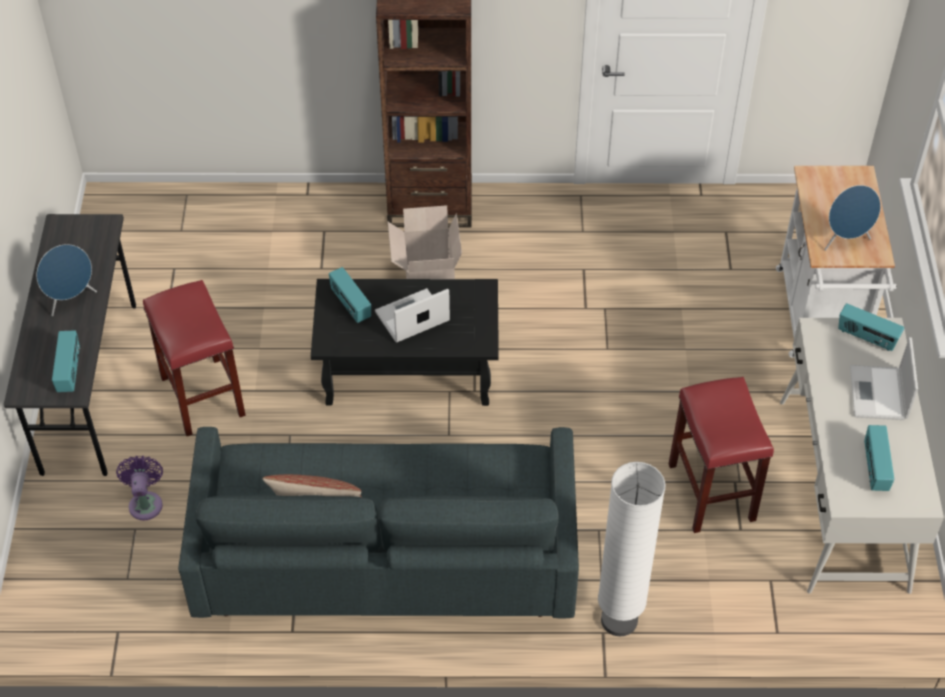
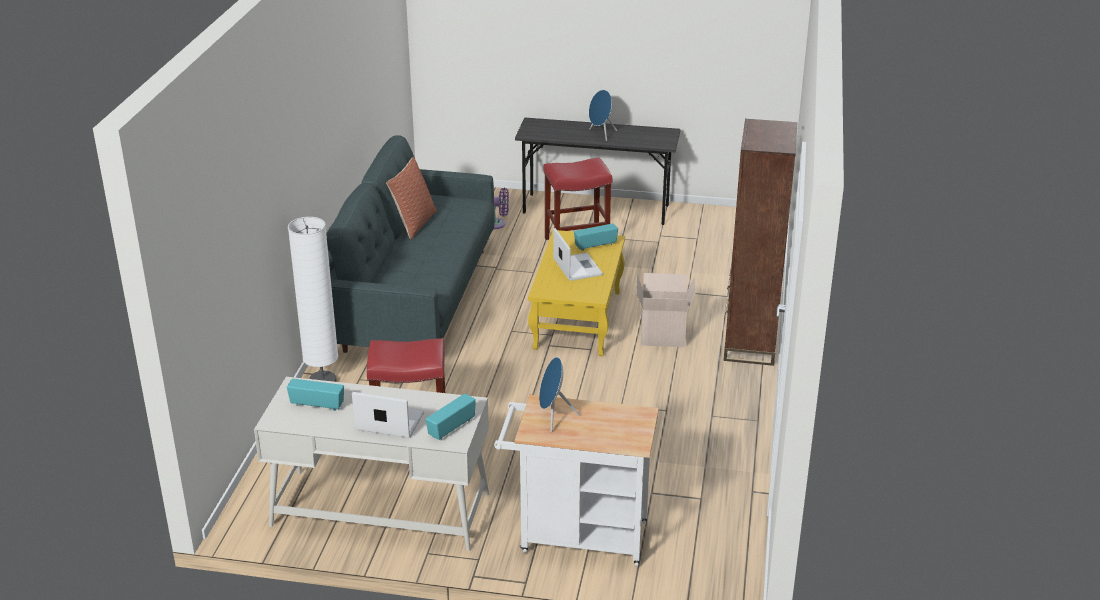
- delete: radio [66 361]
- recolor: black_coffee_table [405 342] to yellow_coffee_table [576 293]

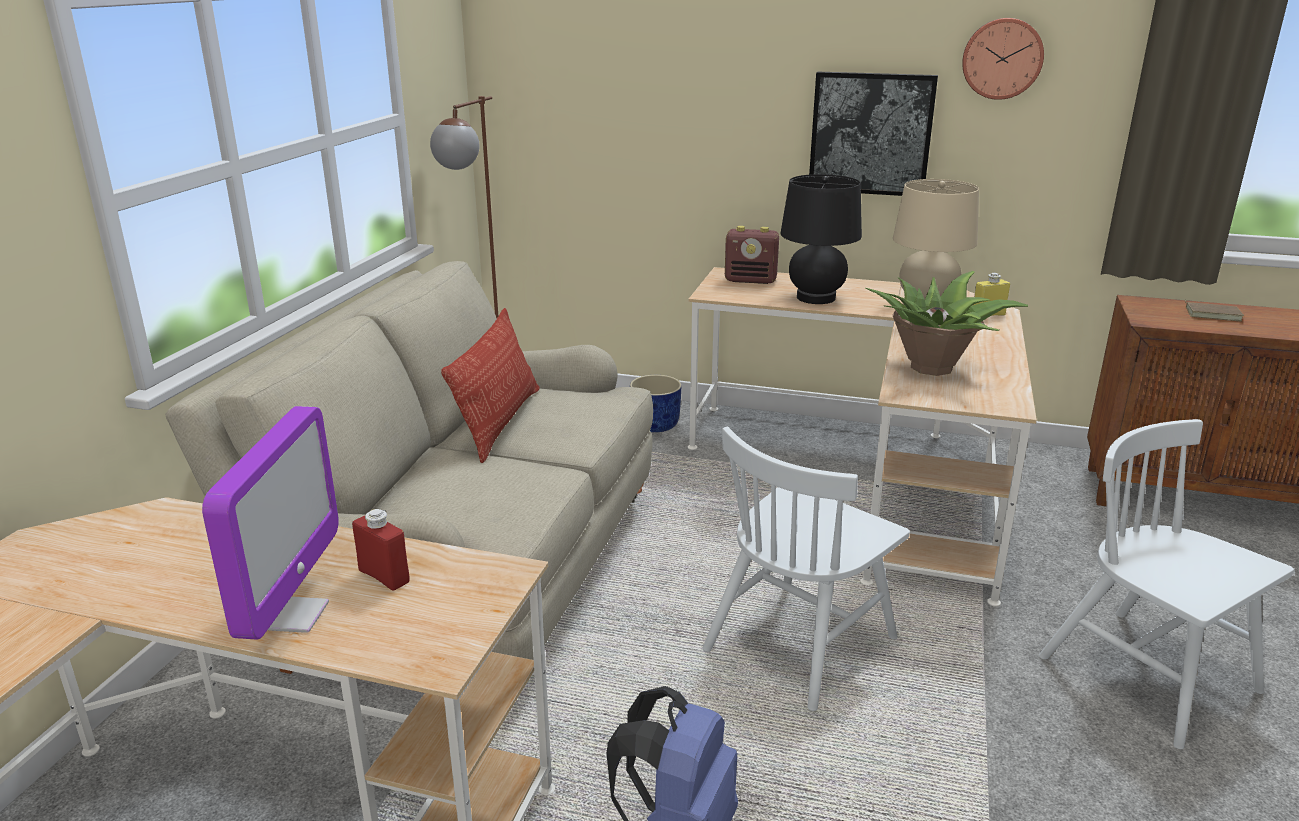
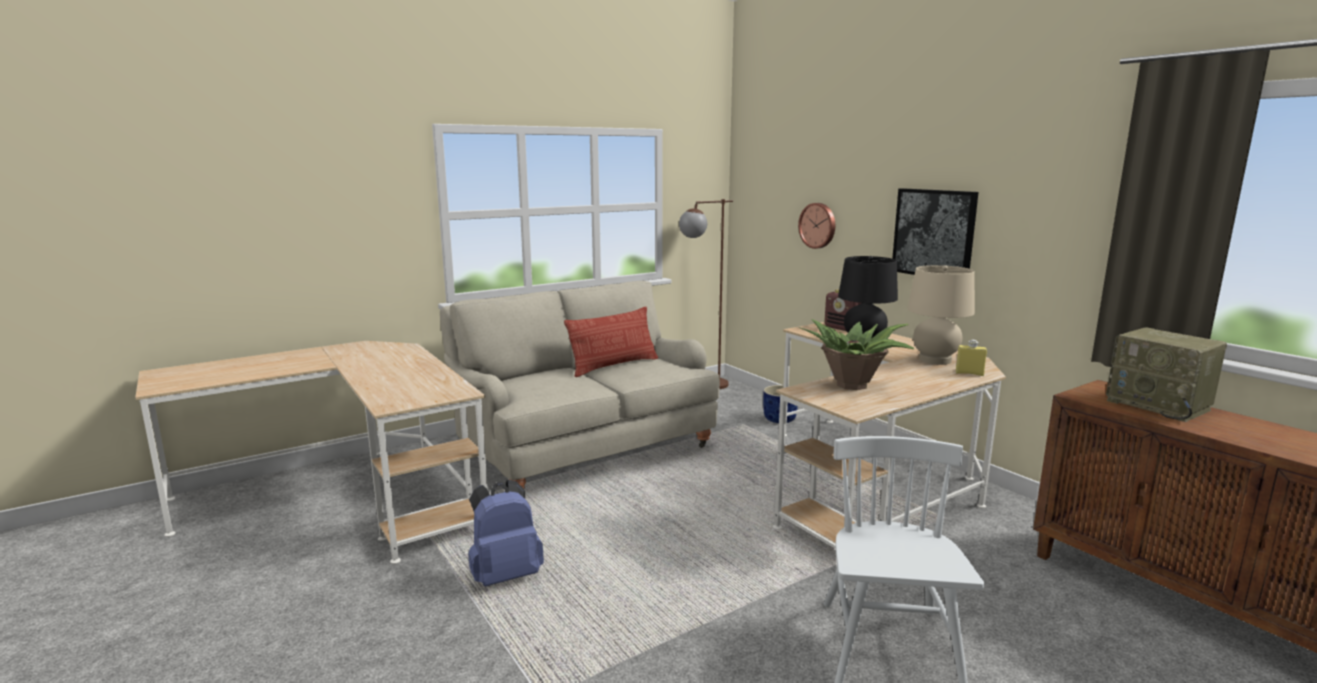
- delete: monitor [270 523]
- delete: red_bottle [381 550]
- delete: white_chair [806 569]
- move: wall_clock [1003 59] to [816 226]
- replace: brown_book [1214 310] to radio [1166 374]

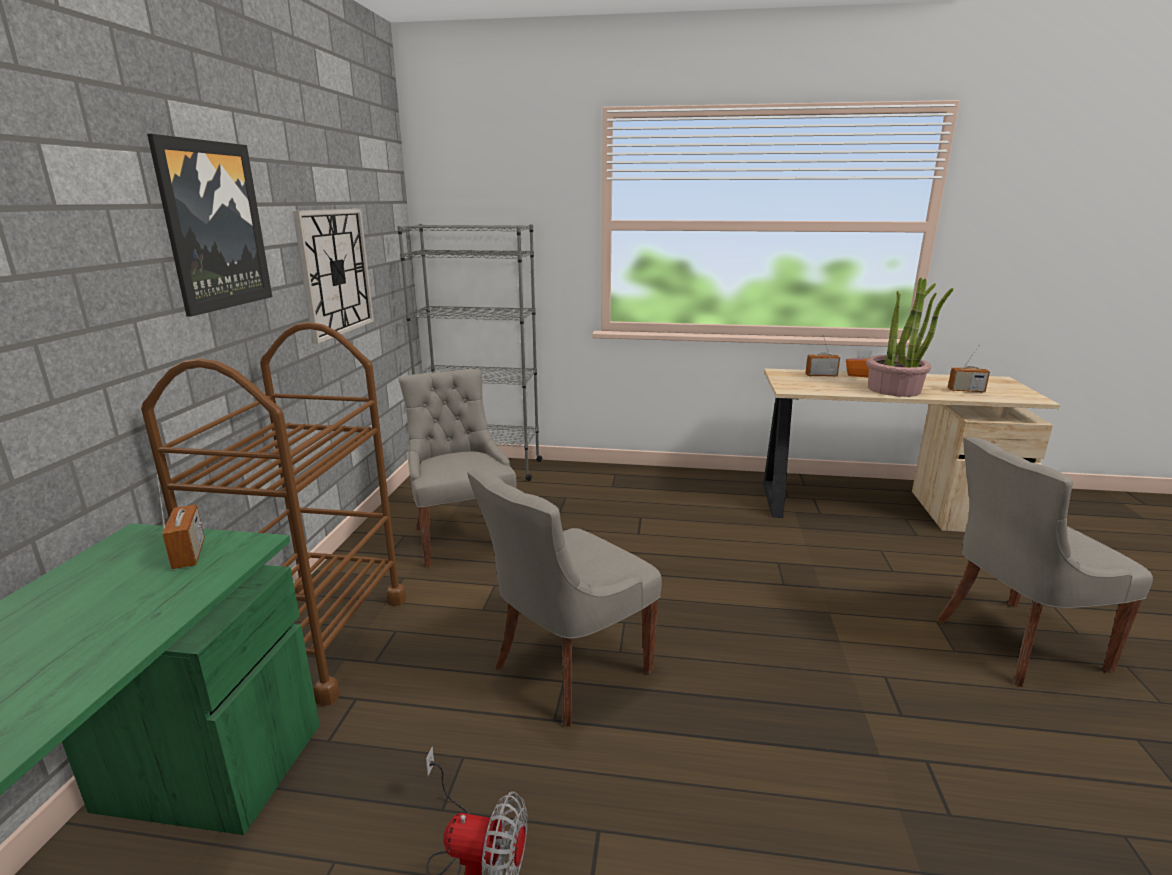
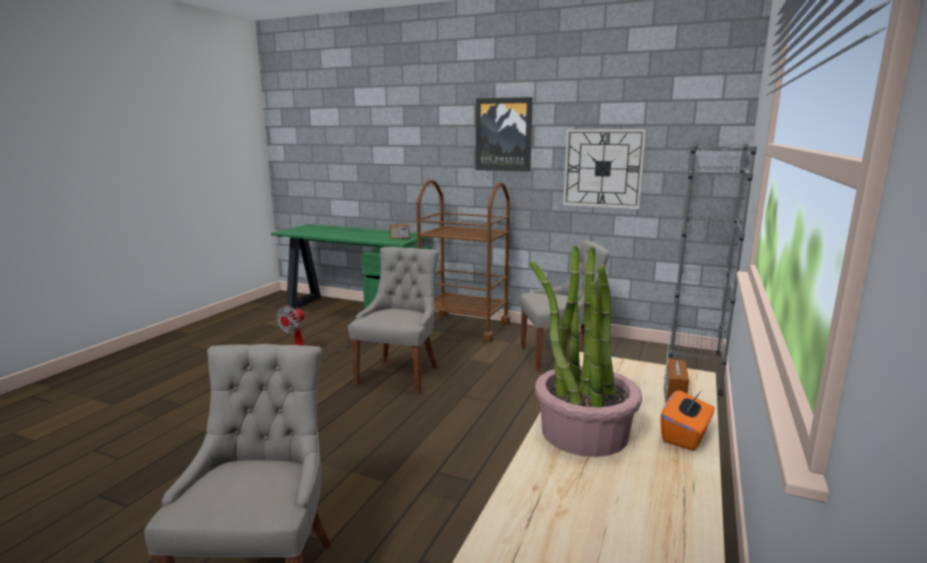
- rotate: grey_chair [564 598] = [394 320] 45 degrees clockwise
- delete: radio [969 368]

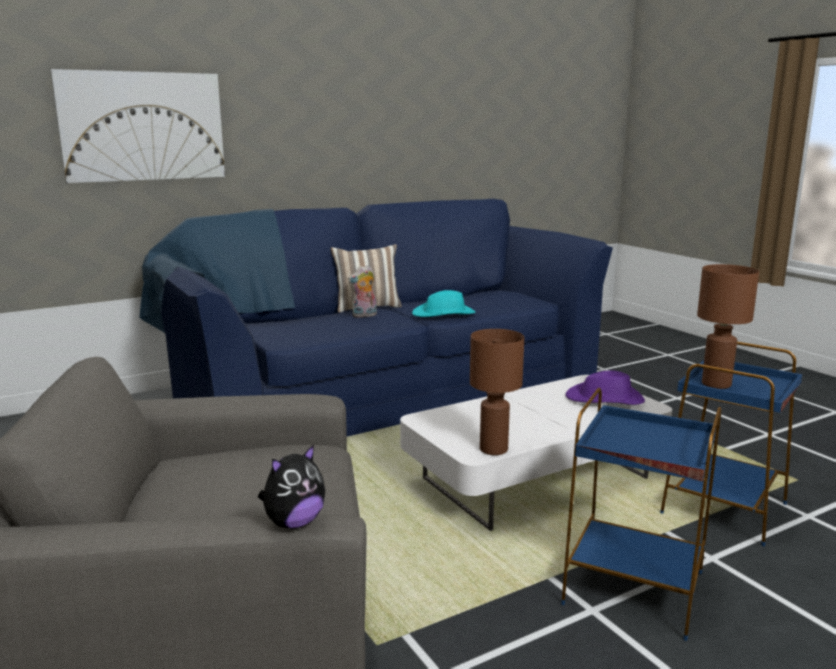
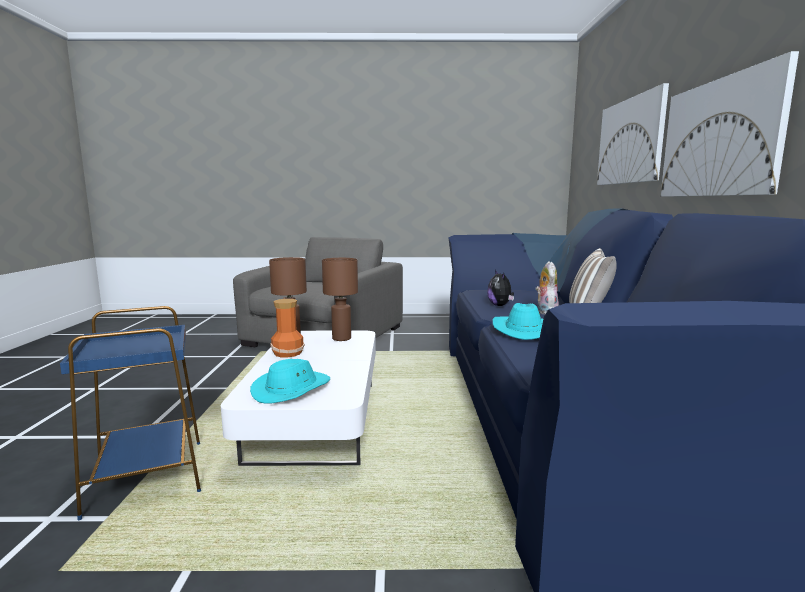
- move: plush_toy [291 486] to [500 288]
- delete: blue_side_table [641 514]
- recolor: purple_hat [605 387] to turquoise_hat [290 381]
- move: brown_table_lamp [728 326] to [340 299]
- insert: vase [287 328]
- insert: picture [730 124]

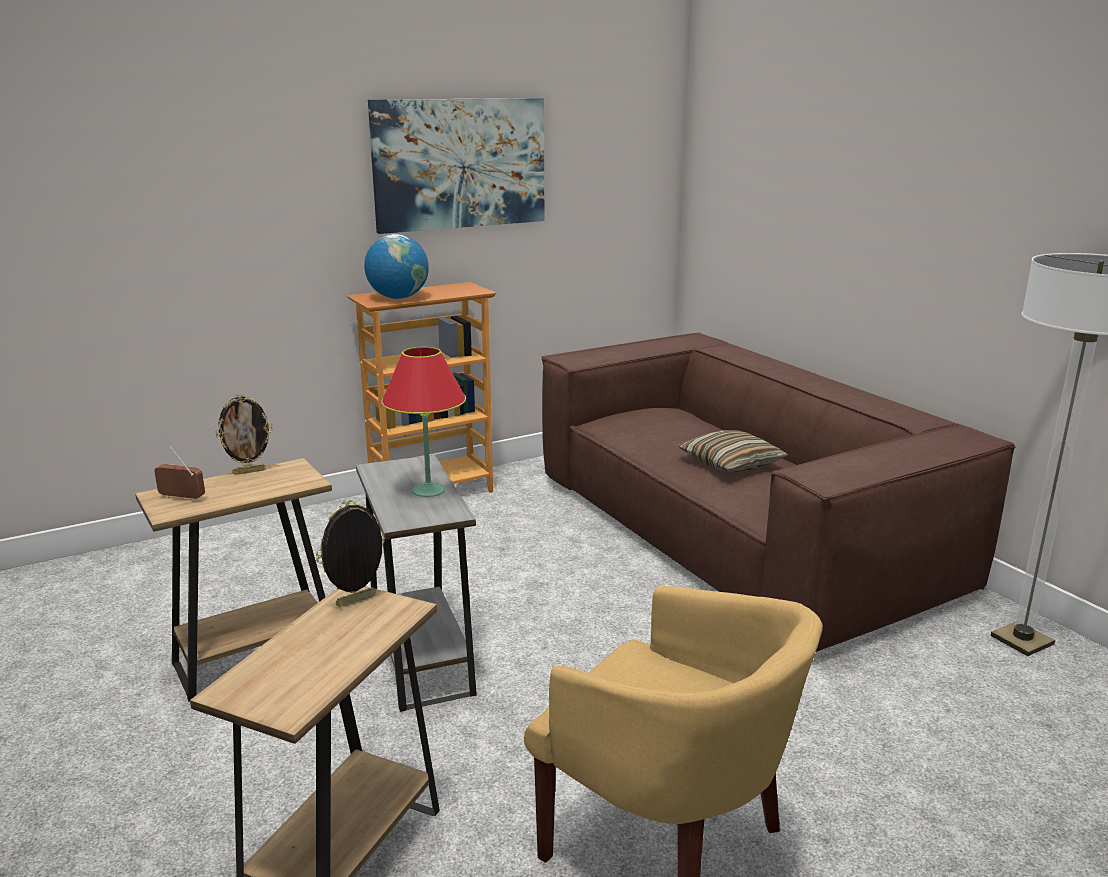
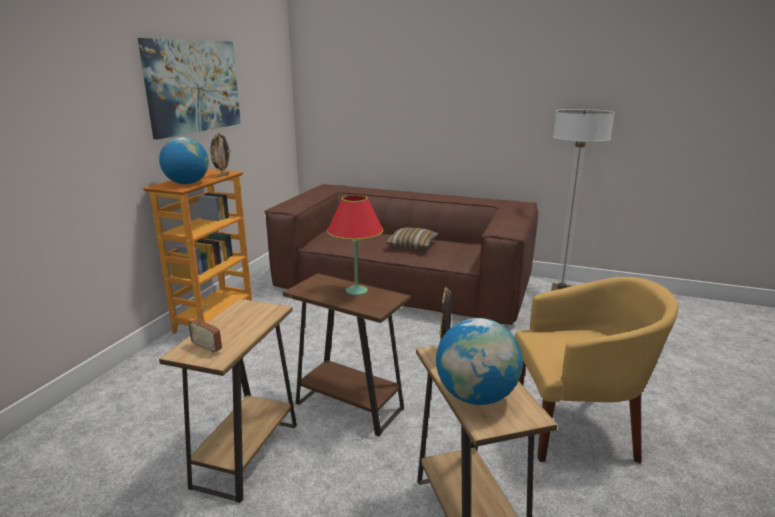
- rotate: radio [179 474] = [205 329] 120 degrees counterclockwise
- move: picture_frame [244 434] to [220 154]
- recolor: grey_side_table [416 583] to brown_side_table [346 354]
- insert: globe [479 361]

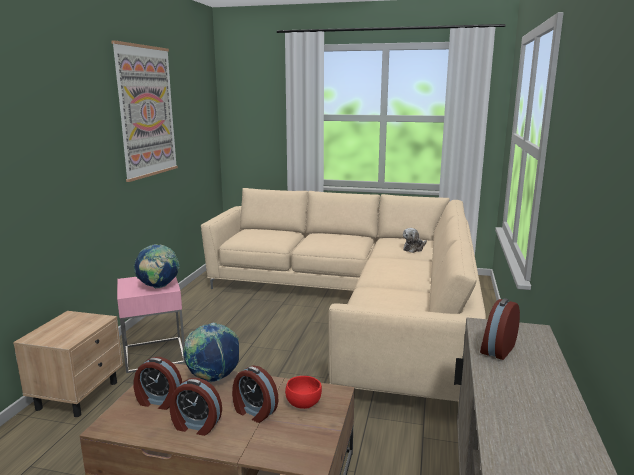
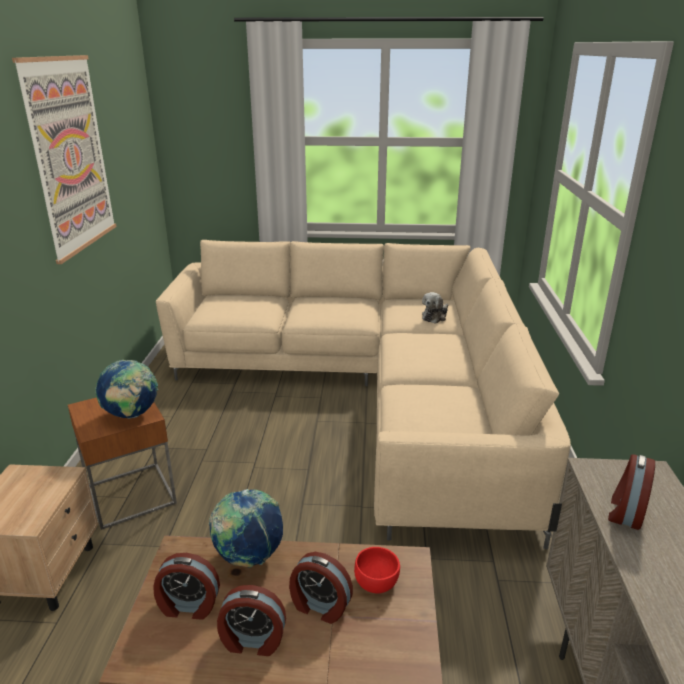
- recolor: pink_side_table [151 325] to brown_side_table [122 463]

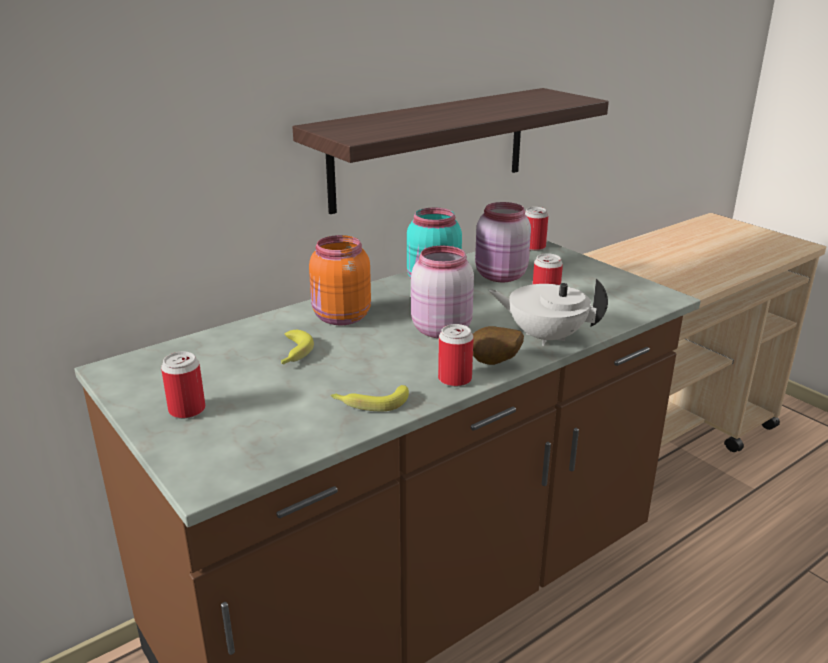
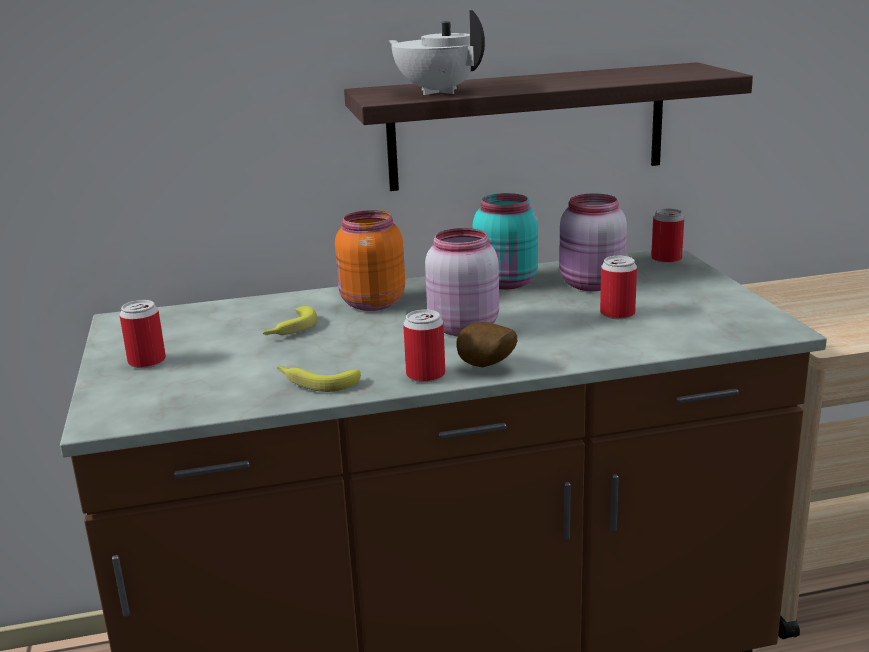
- move: white_teapot [548 312] to [436 52]

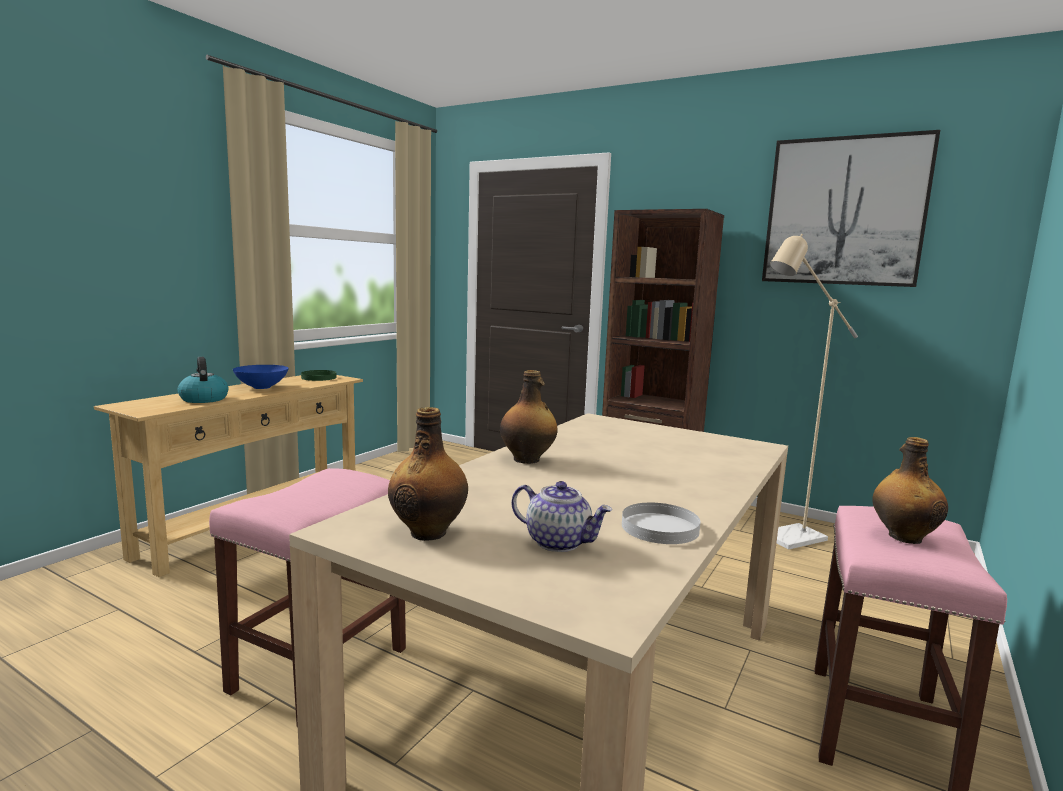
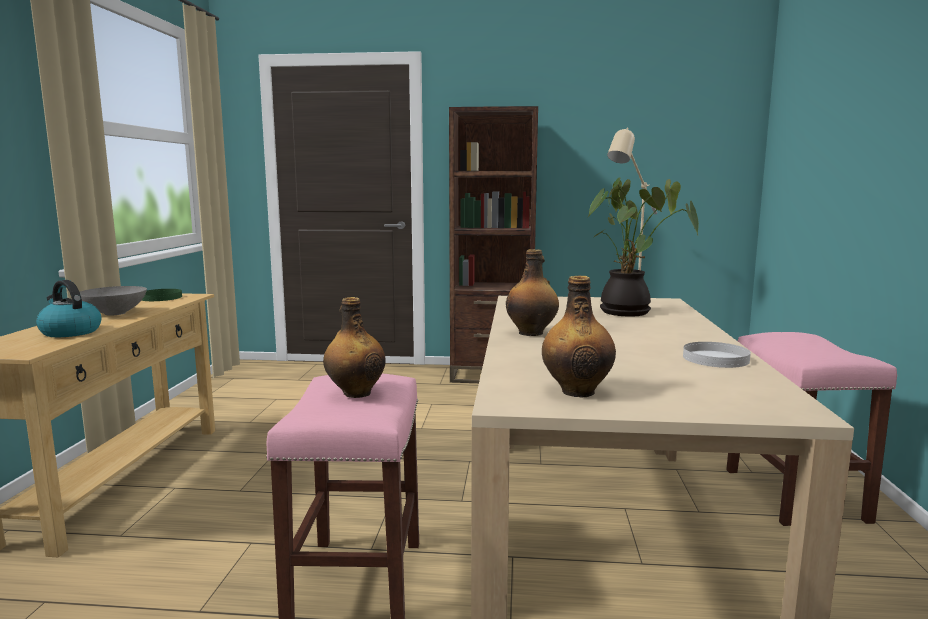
- recolor: blue_bowl [261 377] to grey_bowl [113 301]
- delete: teapot [562 516]
- delete: picture [851 208]
- move: bottle [910 490] to [354 347]
- insert: potted_plant [643 247]

